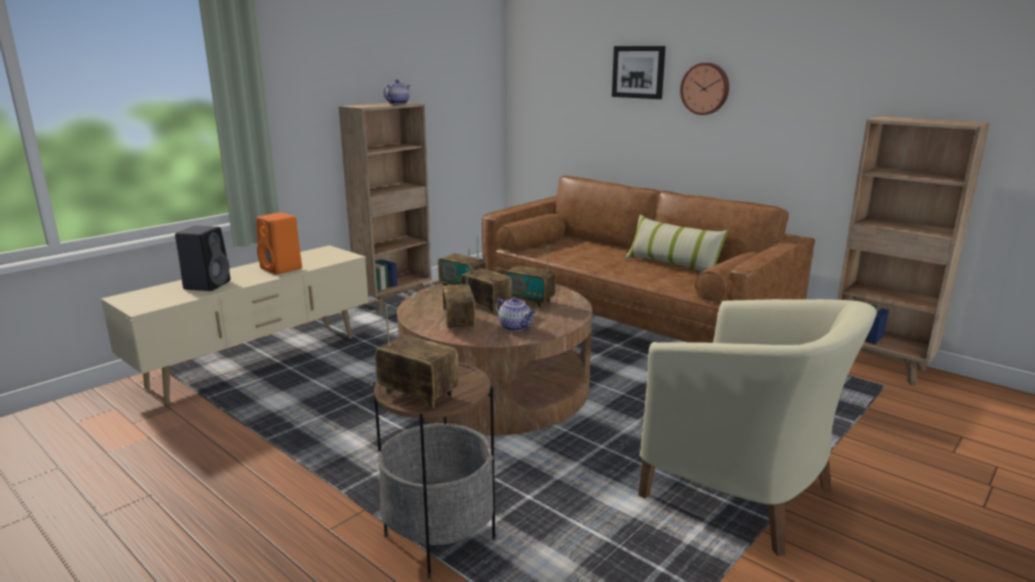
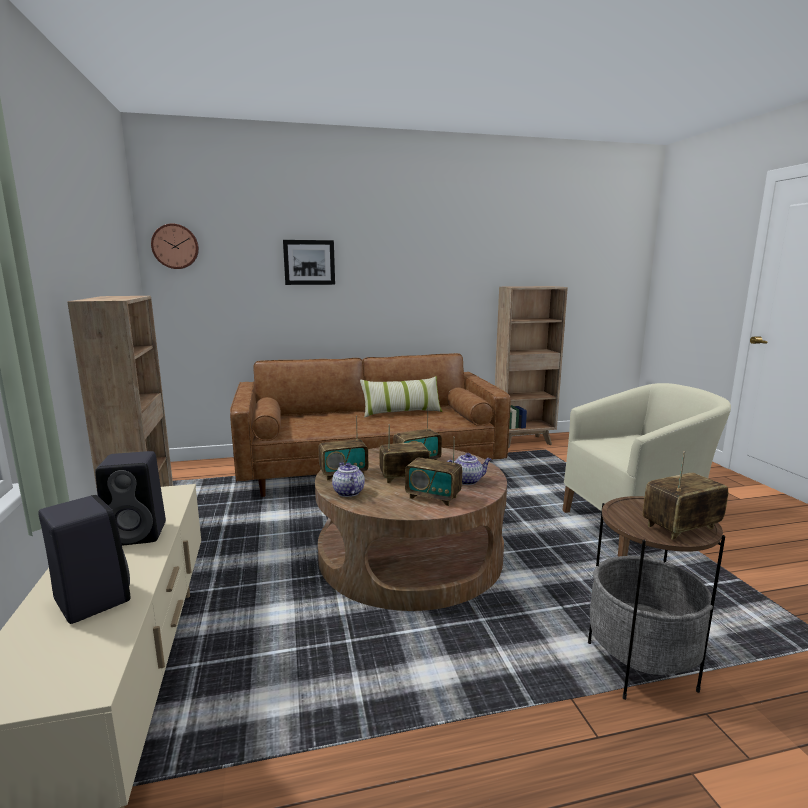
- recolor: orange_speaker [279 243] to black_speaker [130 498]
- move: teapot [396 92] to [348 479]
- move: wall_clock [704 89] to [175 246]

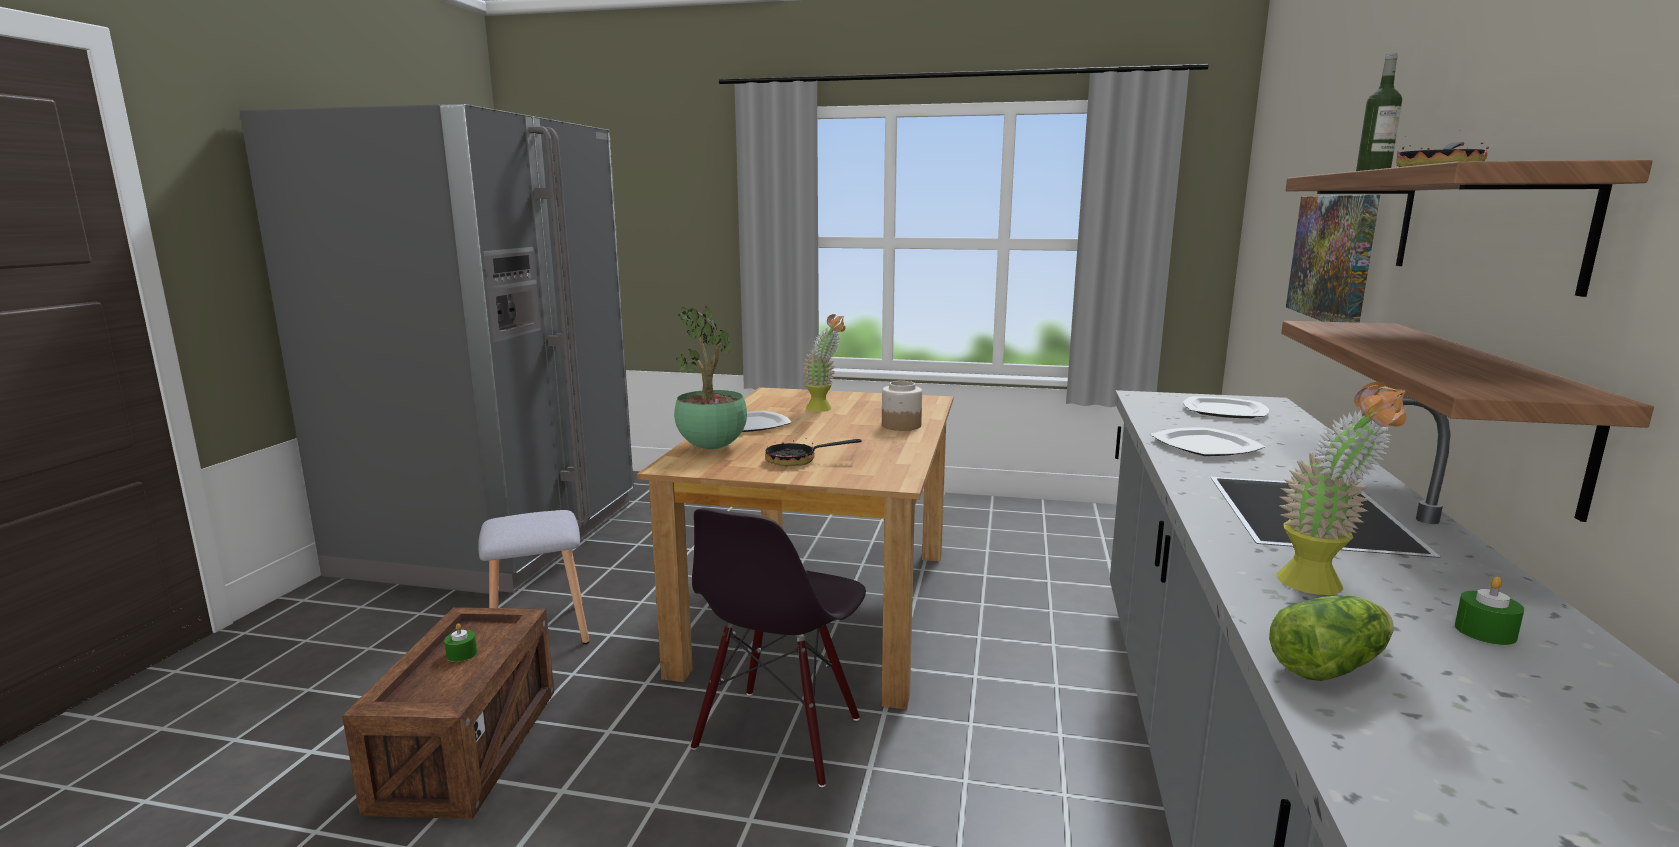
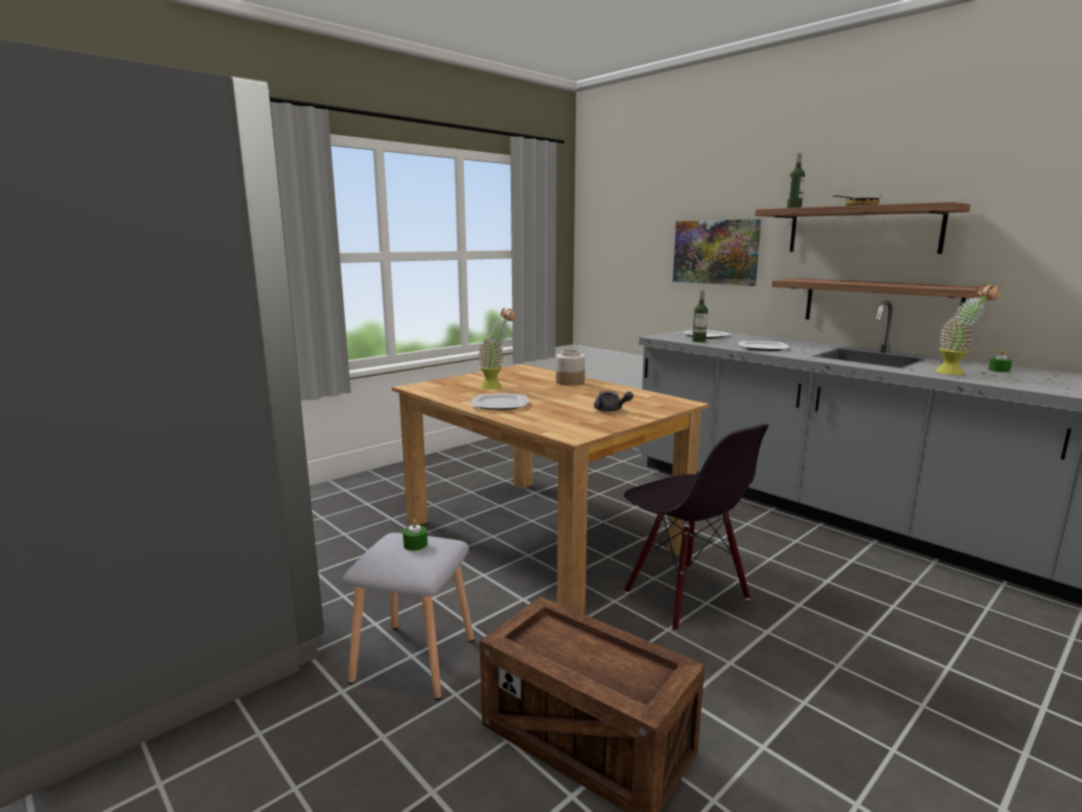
- move: green_candle [460 642] to [415 535]
- delete: potted_plant [710 377]
- replace: frying_pan [813 452] to grey_teapot [614 401]
- delete: lettuce [1331 638]
- insert: bottle [700 316]

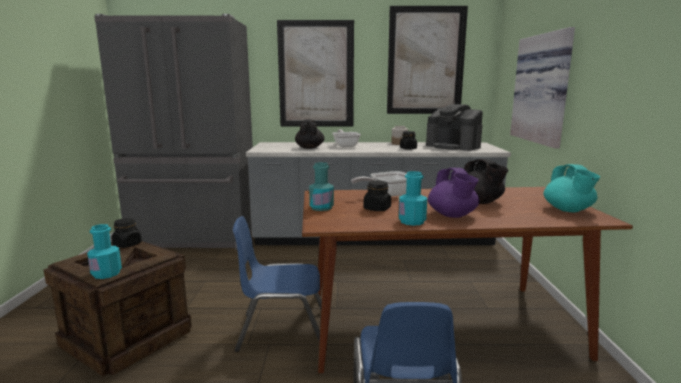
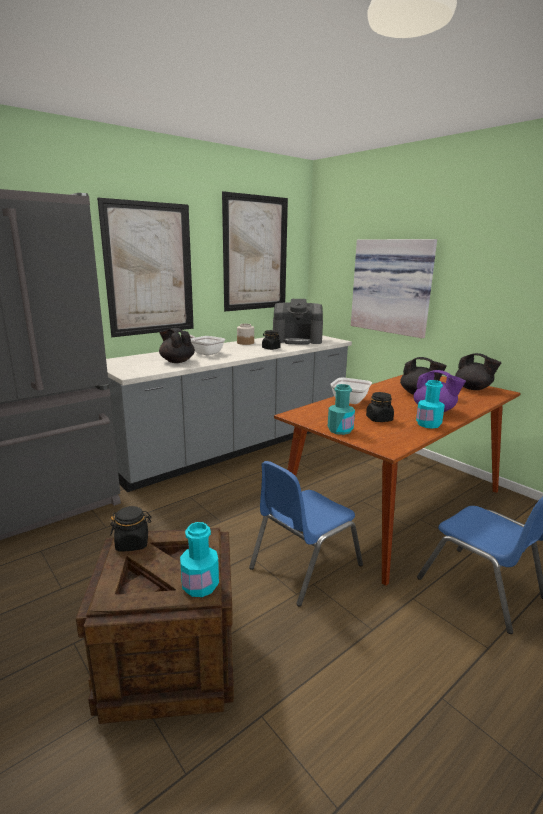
- recolor: turquoise_teapot [571 188] to black_teapot [478 371]

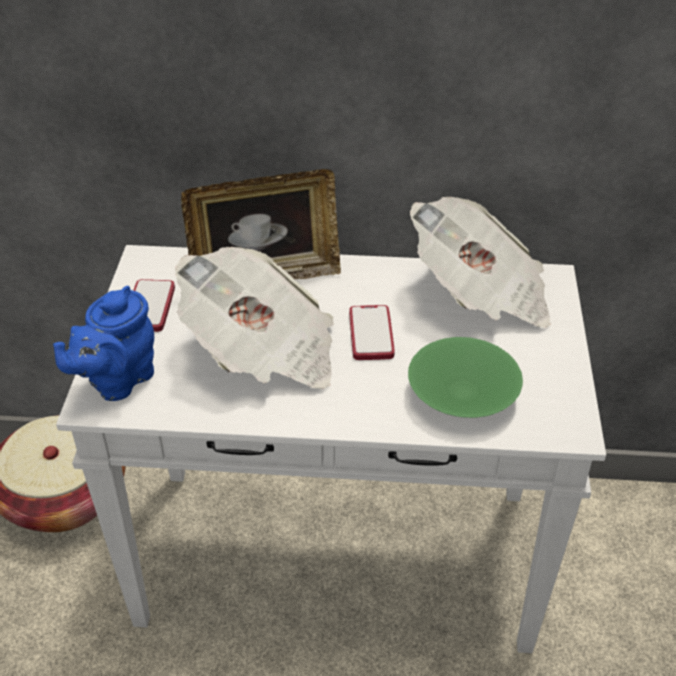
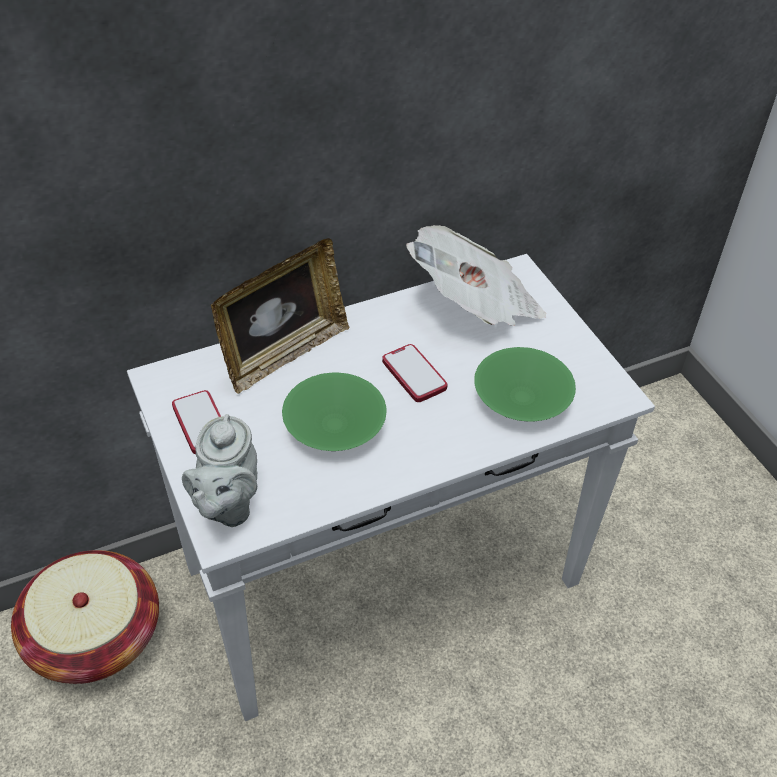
- recolor: blue_teapot [103 343] to grey_teapot [219 470]
- replace: newspaper [254 318] to green_bowl [334 411]

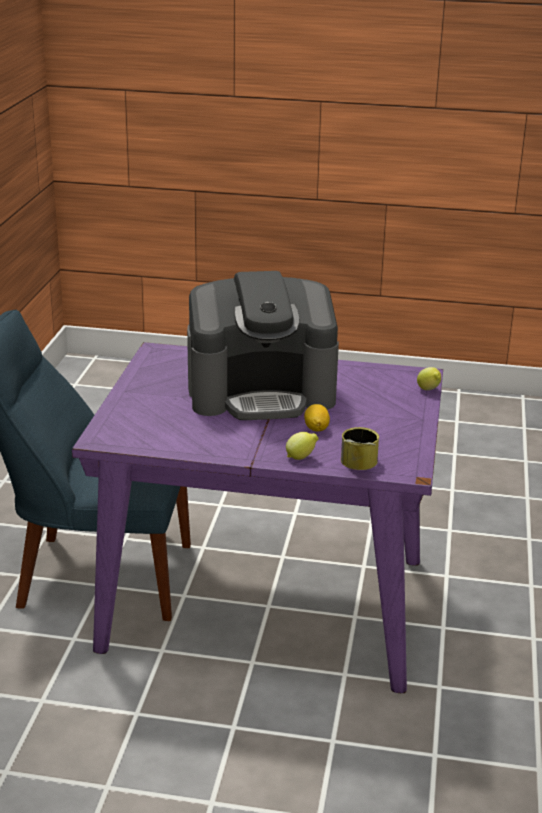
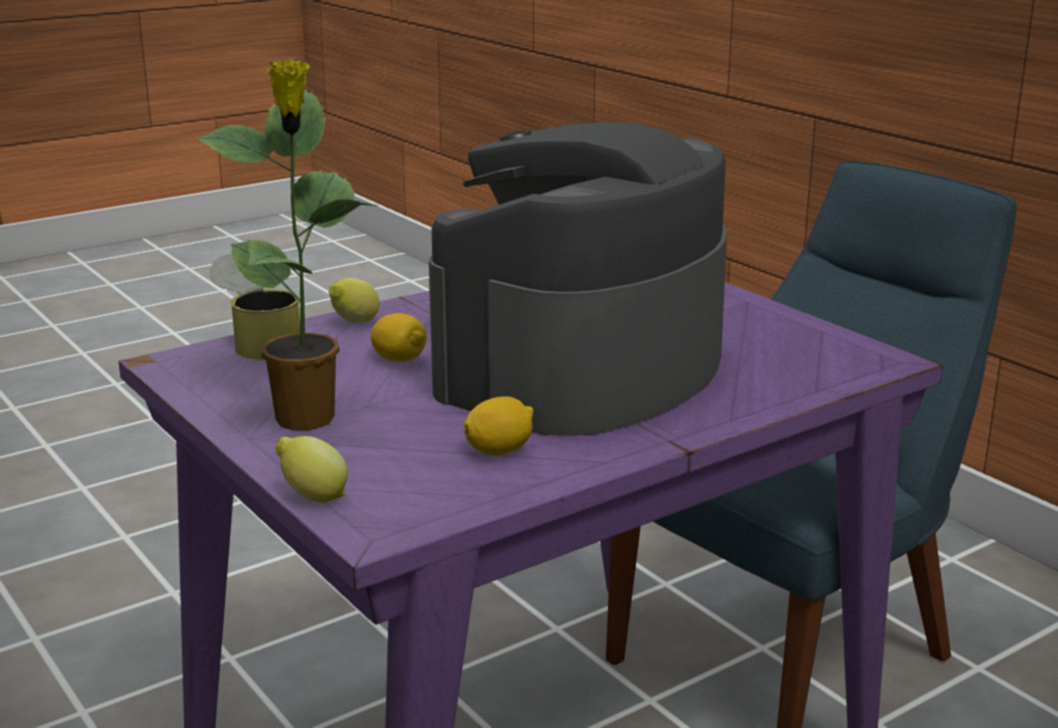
- insert: potted_plant [287 245]
- insert: lemon [499 426]

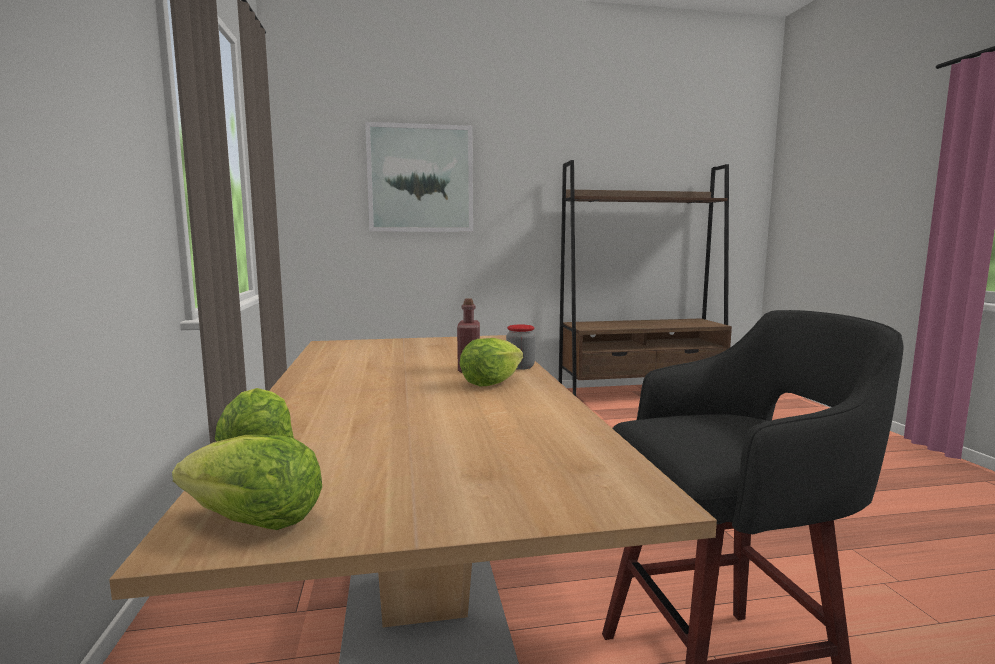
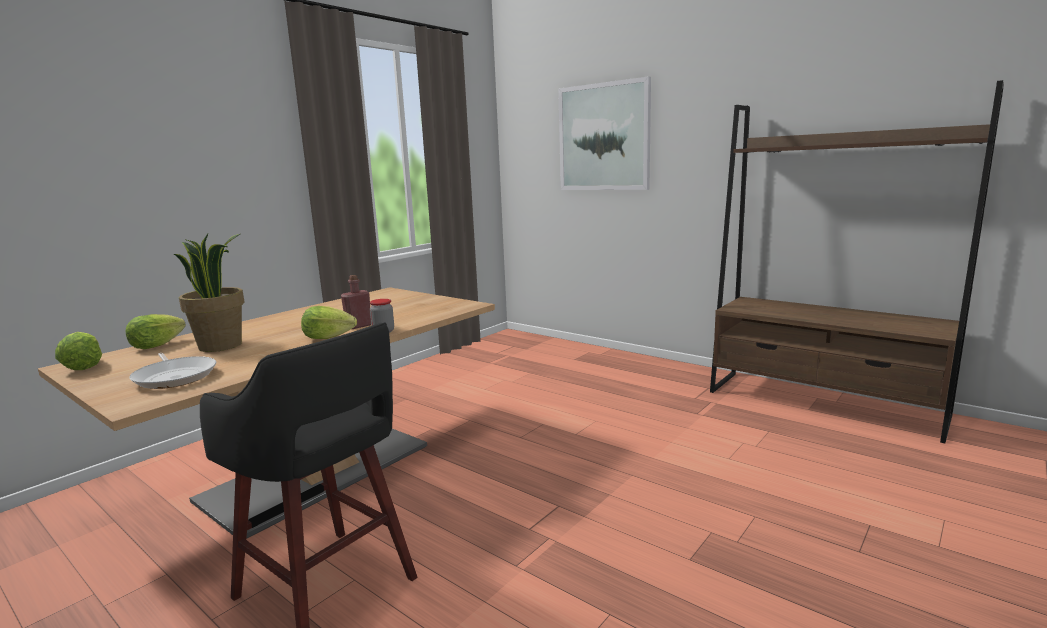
- insert: frying_pan [172 371]
- insert: potted_plant [209 293]

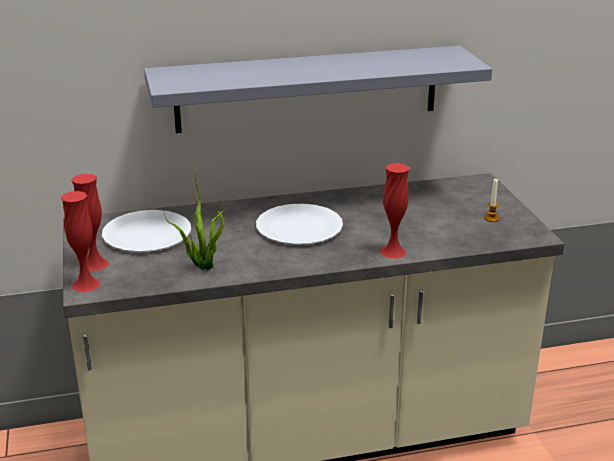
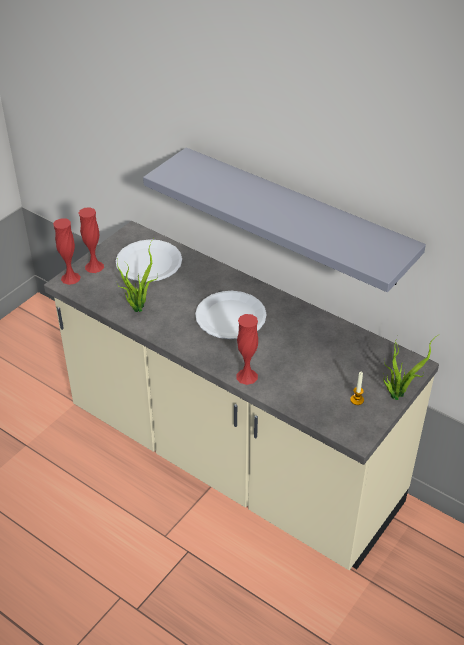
- insert: potted_plant [410 367]

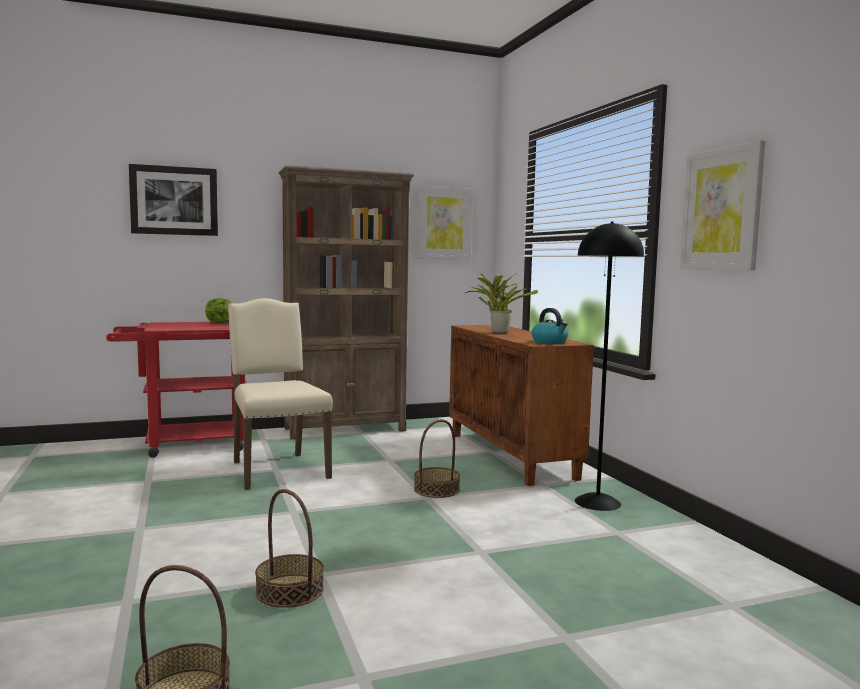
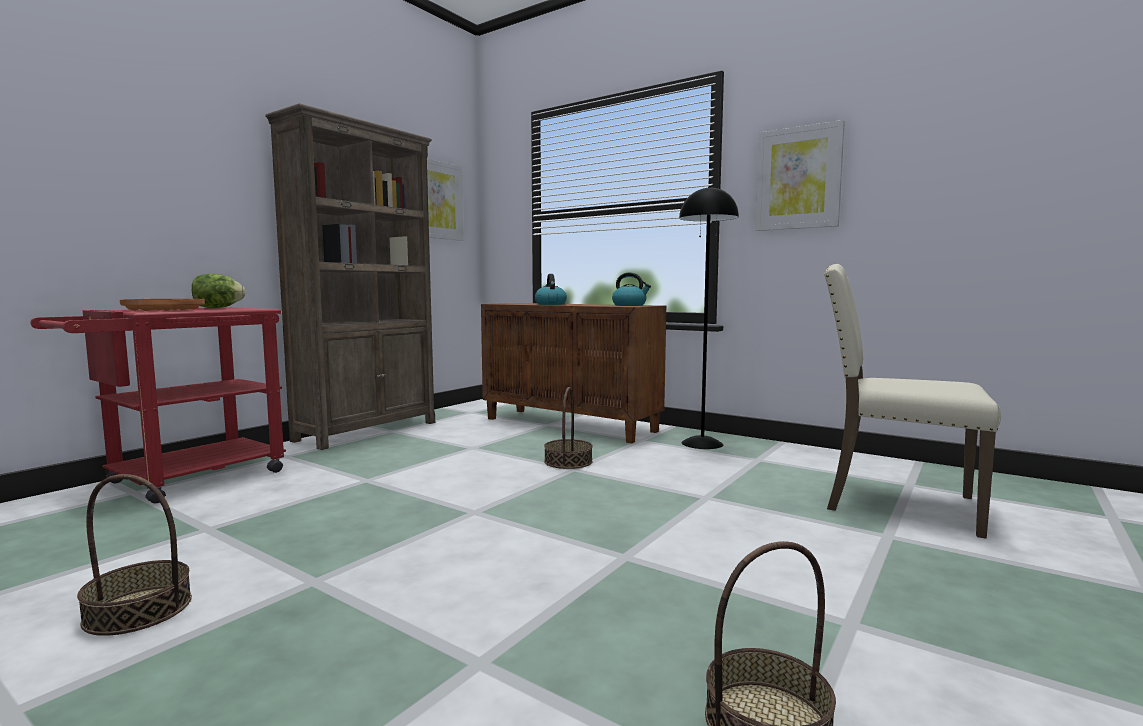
- delete: picture [173 200]
- move: beige_chair [280 394] to [912 401]
- move: basket [289 548] to [134 555]
- replace: potted_plant [501 302] to kettle [551 289]
- insert: orange_tray [162 305]

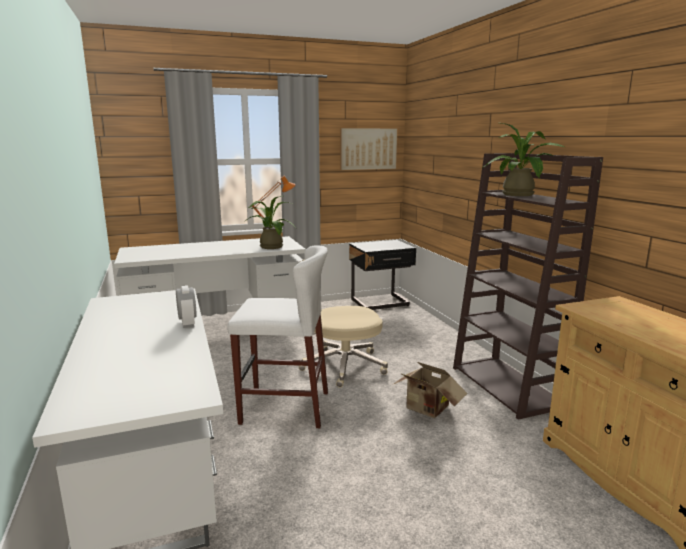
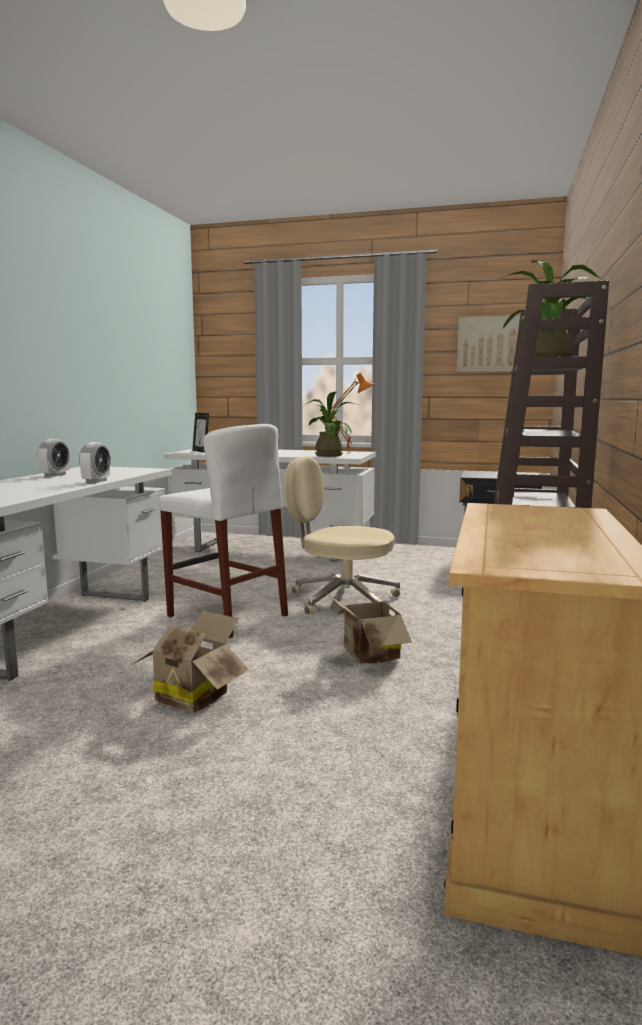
- insert: alarm_clock [53 458]
- insert: cardboard_box [191 662]
- insert: picture_frame [200 433]

